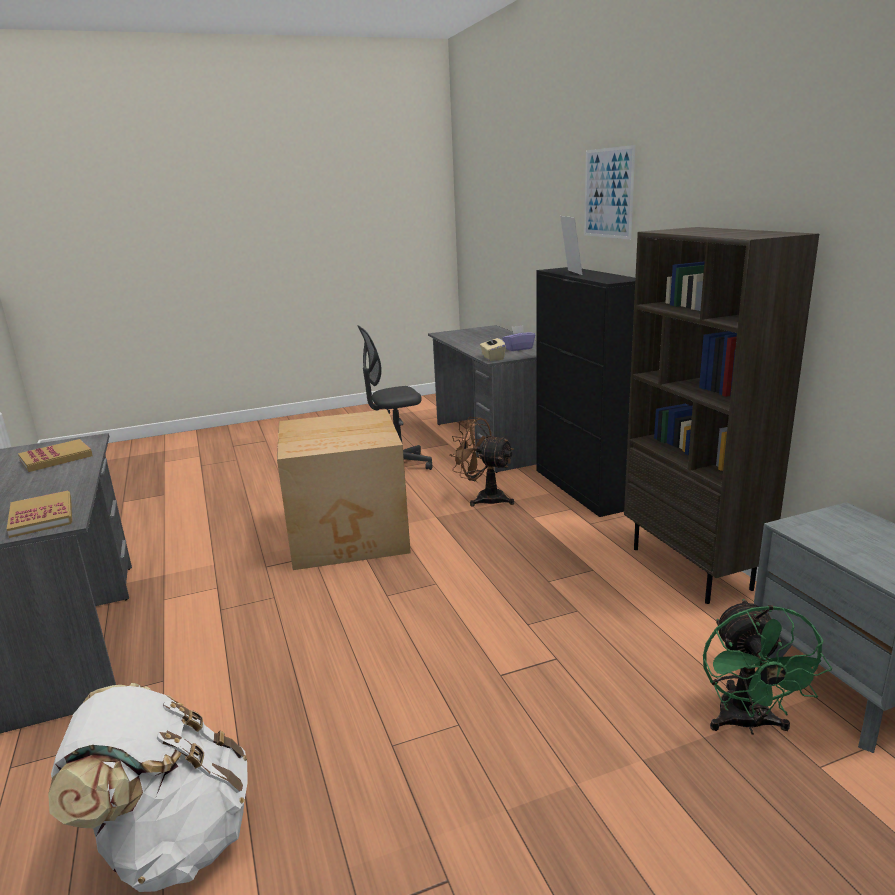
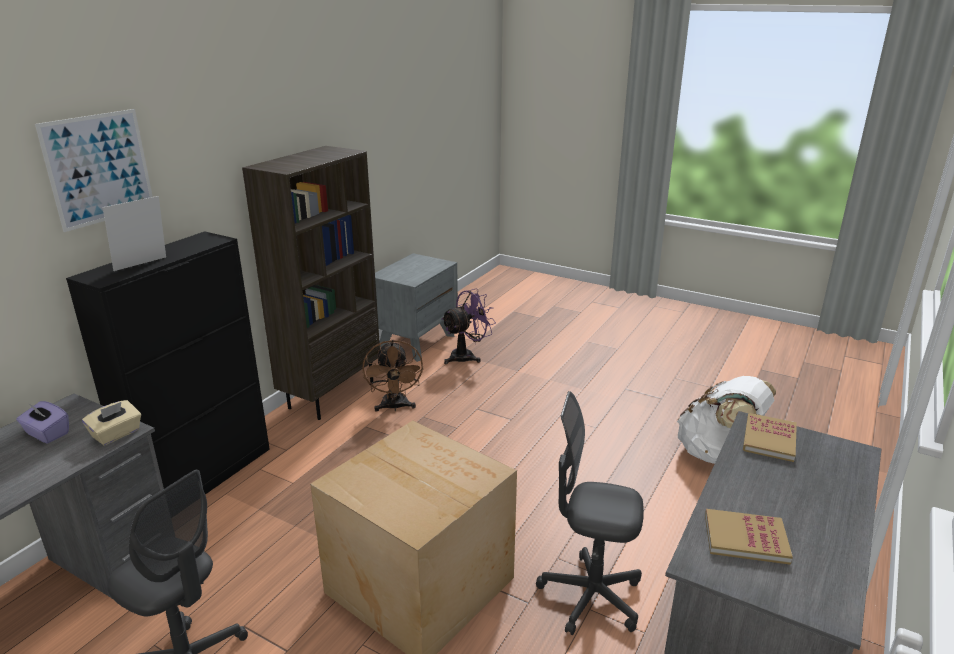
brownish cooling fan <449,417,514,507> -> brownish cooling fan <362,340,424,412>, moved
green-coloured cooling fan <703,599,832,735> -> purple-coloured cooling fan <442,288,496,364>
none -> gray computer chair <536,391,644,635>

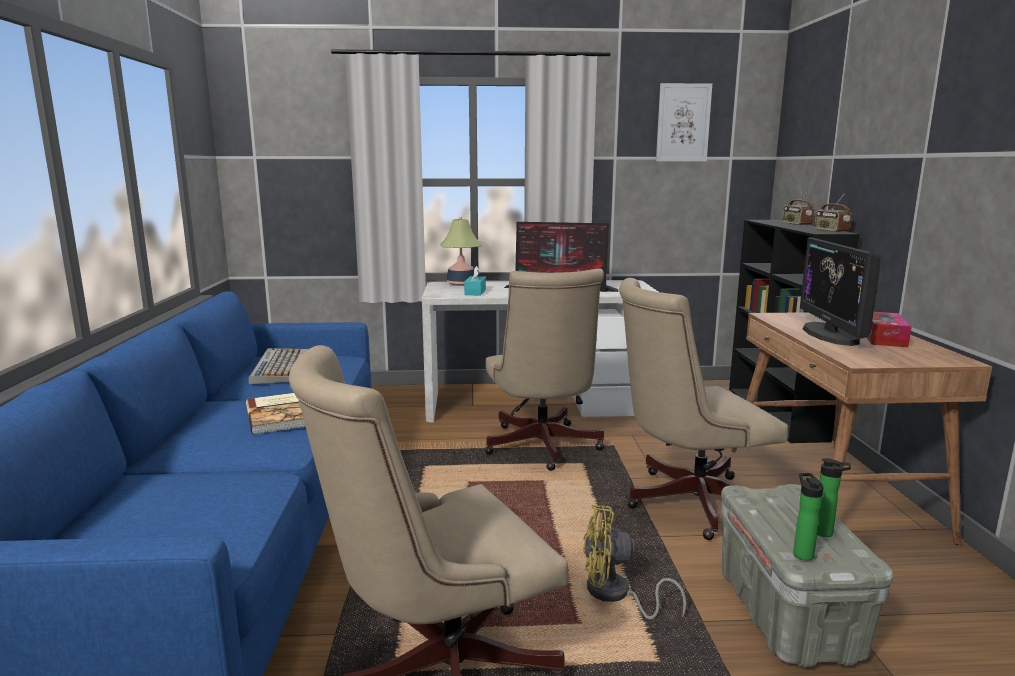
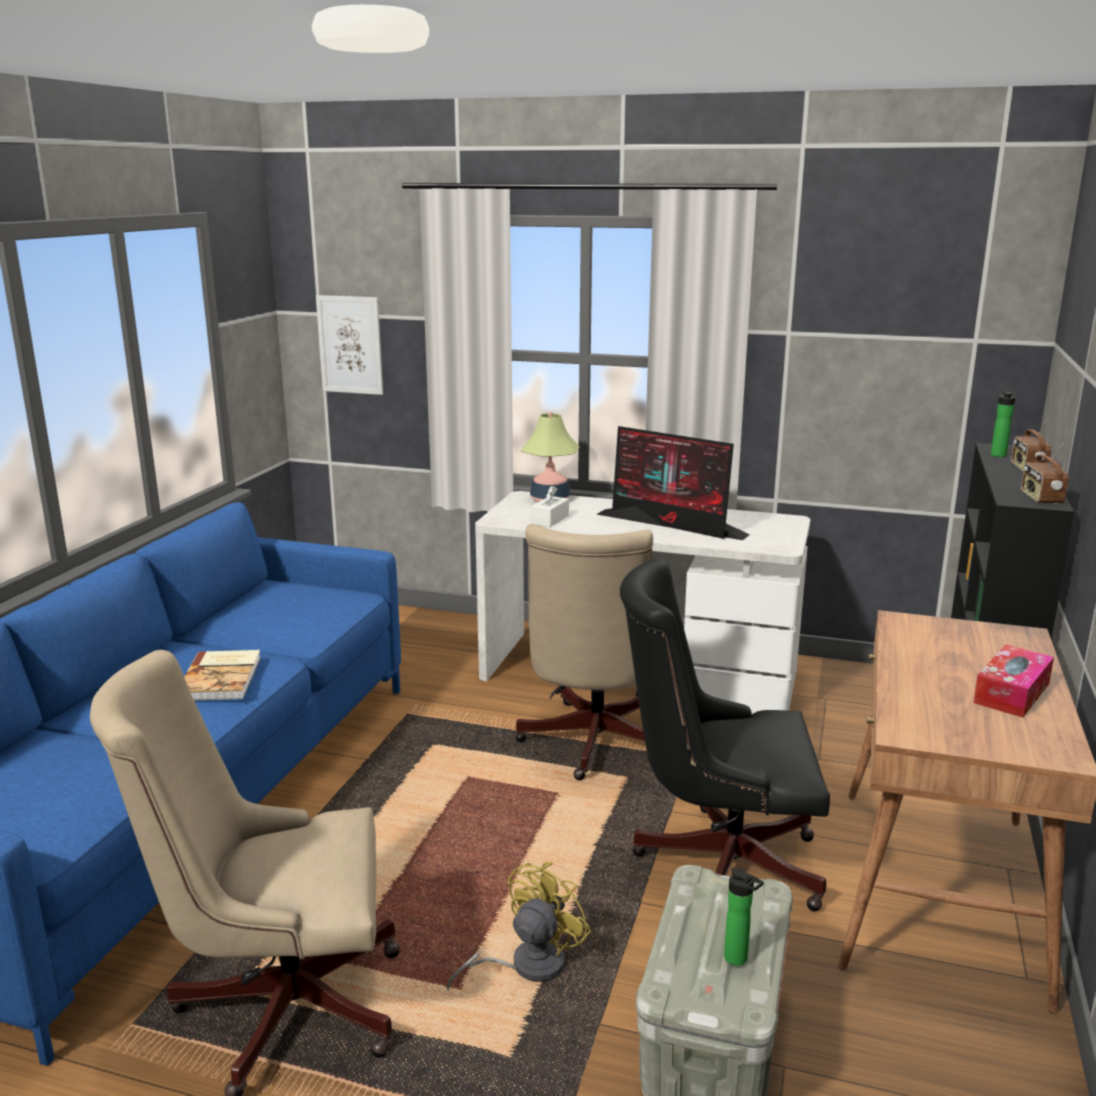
picture <656,83,712,162> -> picture <316,295,383,395>, moved
yellowish cooling fan <583,505,686,619> -> yellowish cooling fan <447,861,591,990>, 105 degrees clockwise
turquoise-coloured box of tissues <464,266,486,296> -> white-coloured box of tissues <531,486,569,527>
beige-coloured computer chair <619,278,788,540> -> black computer chair <620,558,830,911>
drink bottle <793,473,824,560> -> drink bottle <991,391,1015,457>, moved
PC keyboard <248,348,309,384> -> none
computer display <800,237,880,346> -> none

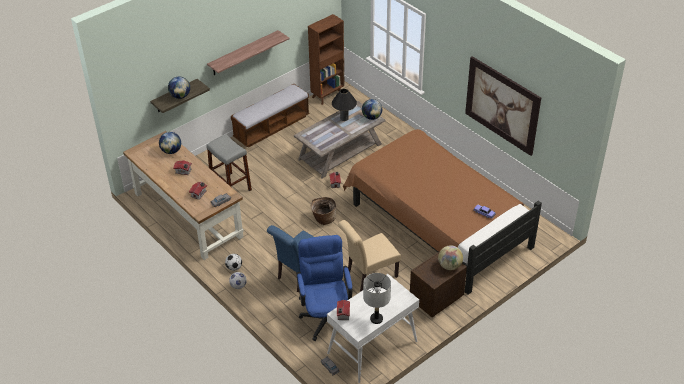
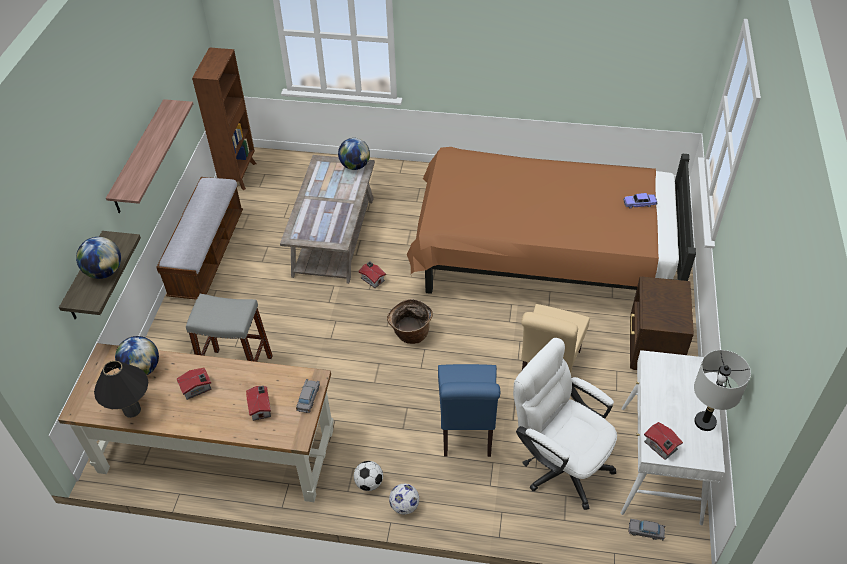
black tabletop lamp <332,89,357,121> -> black tabletop lamp <94,361,148,418>, moved
blue computer chair <296,235,353,341> -> white-coloured computer chair <513,338,617,510>
desk globe <438,245,463,270> -> none
picture <465,56,541,156> -> none

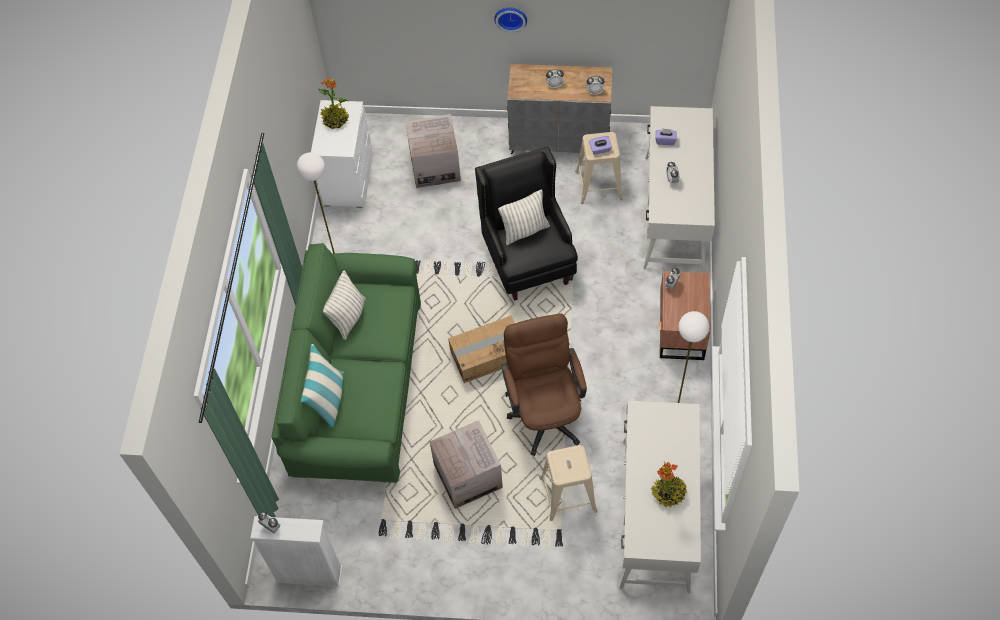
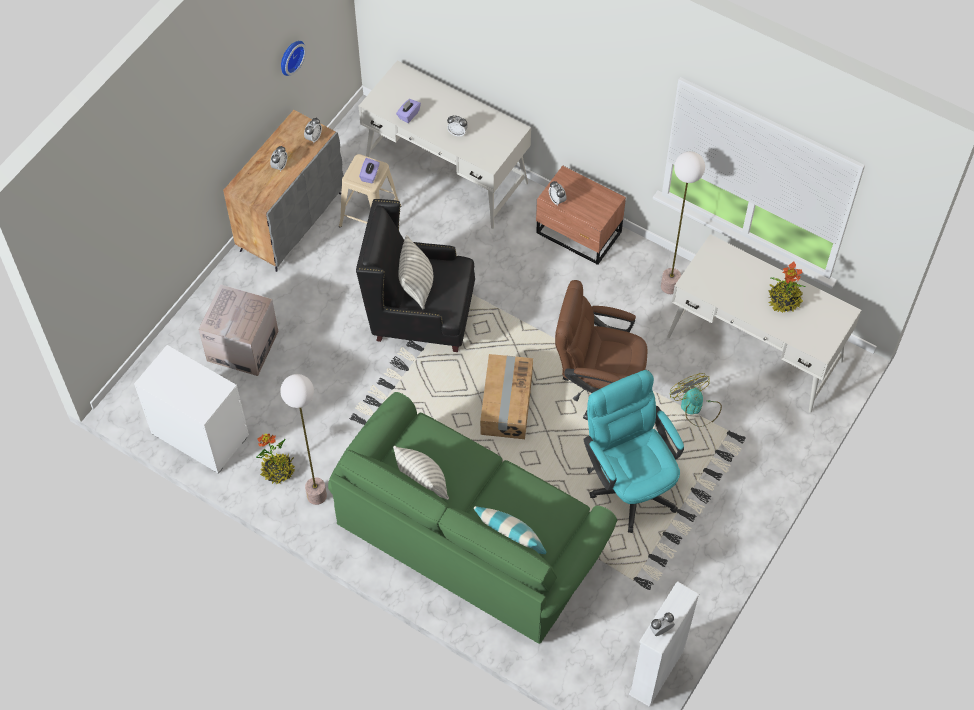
plant in a pot <318,78,349,129> -> plant in a pot <256,433,295,484>, moved
hanging clock <494,7,527,33> -> hanging clock <281,41,306,76>, moved
packing box <429,420,503,509> -> turquoise-coloured computer chair <583,370,684,533>
beige-coloured sitting stool <540,445,597,521> -> cooling fan <670,373,722,427>

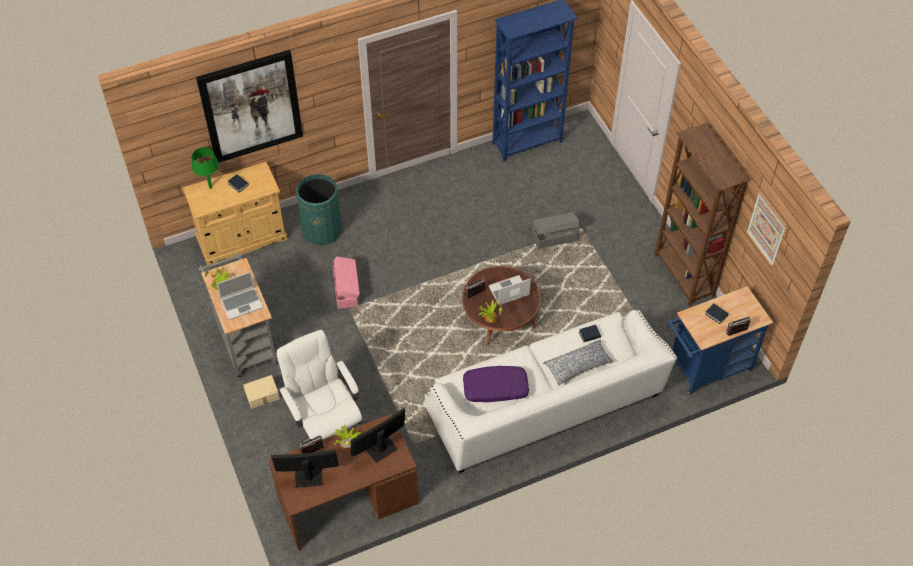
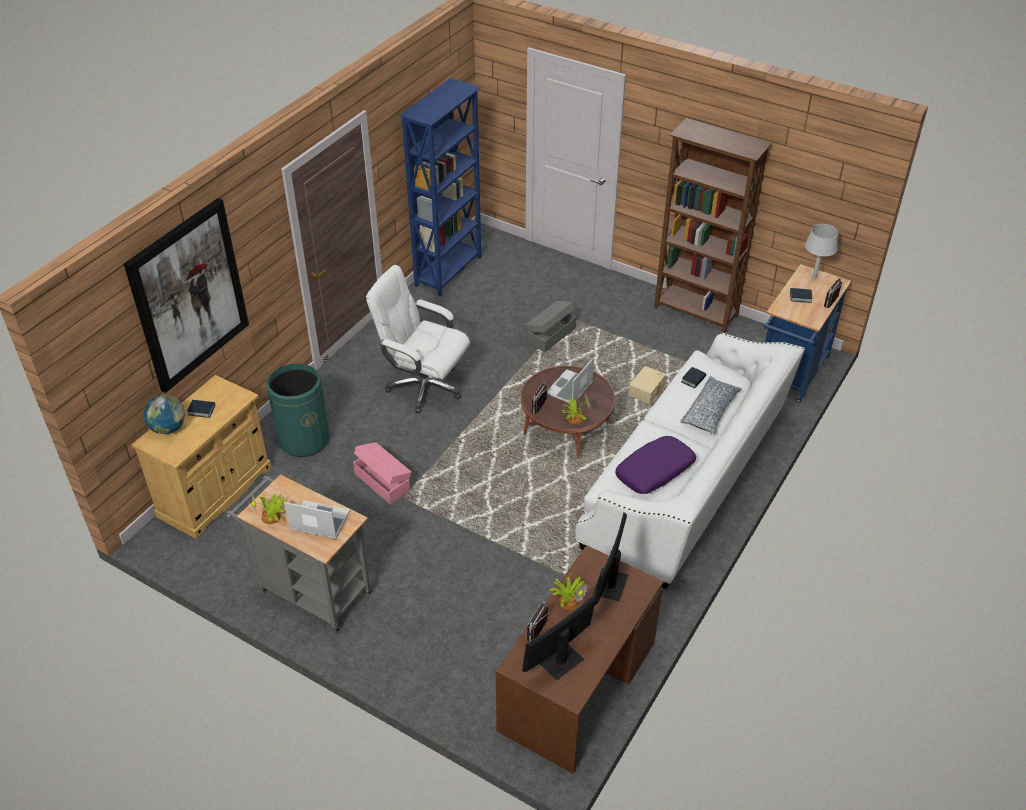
green-coloured tabletop lamp <192,147,219,189> -> desk globe <144,395,185,434>
notebook computer <216,272,263,320> -> notebook computer <284,500,350,539>, 105 degrees counterclockwise
white-coloured computer chair <277,330,362,448> -> white-coloured computer chair <366,265,470,413>, moved
beige-coloured storage box <243,375,280,409> -> beige-coloured storage box <628,366,666,404>, moved
none -> gray tabletop lamp <805,224,838,280>
picture <746,191,787,266> -> none

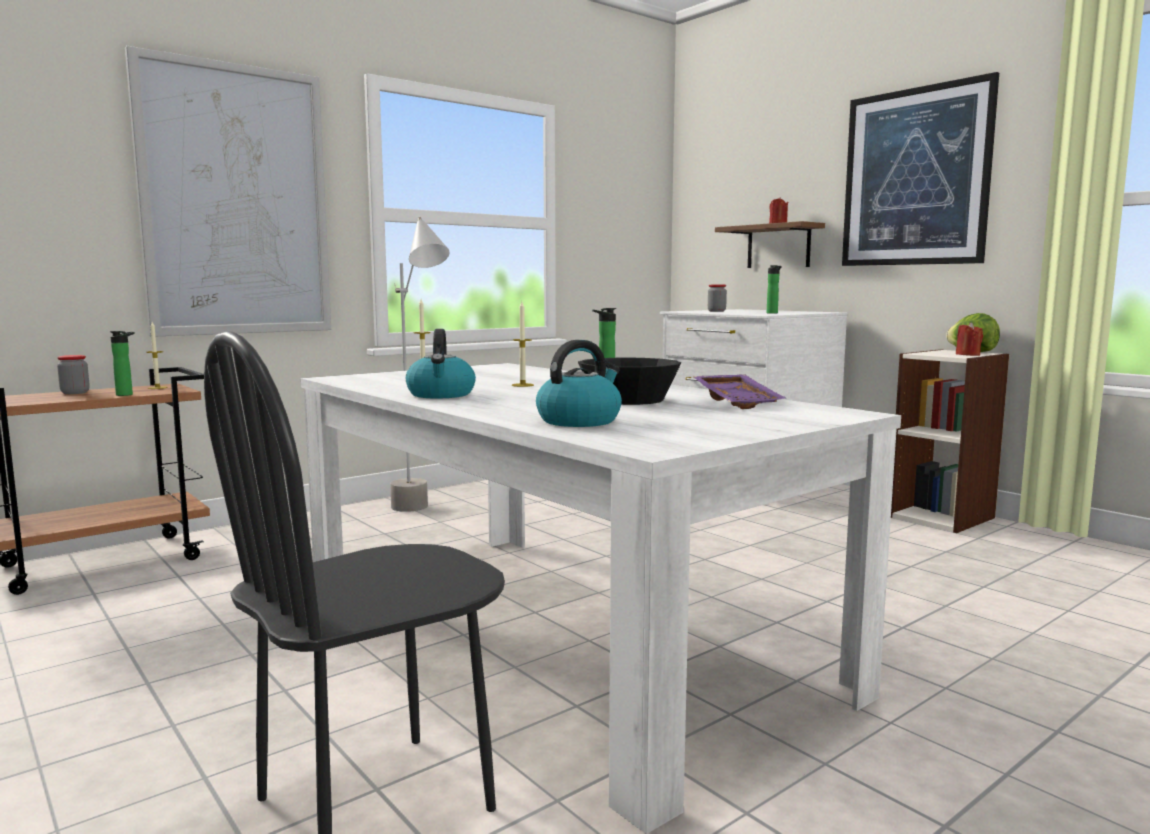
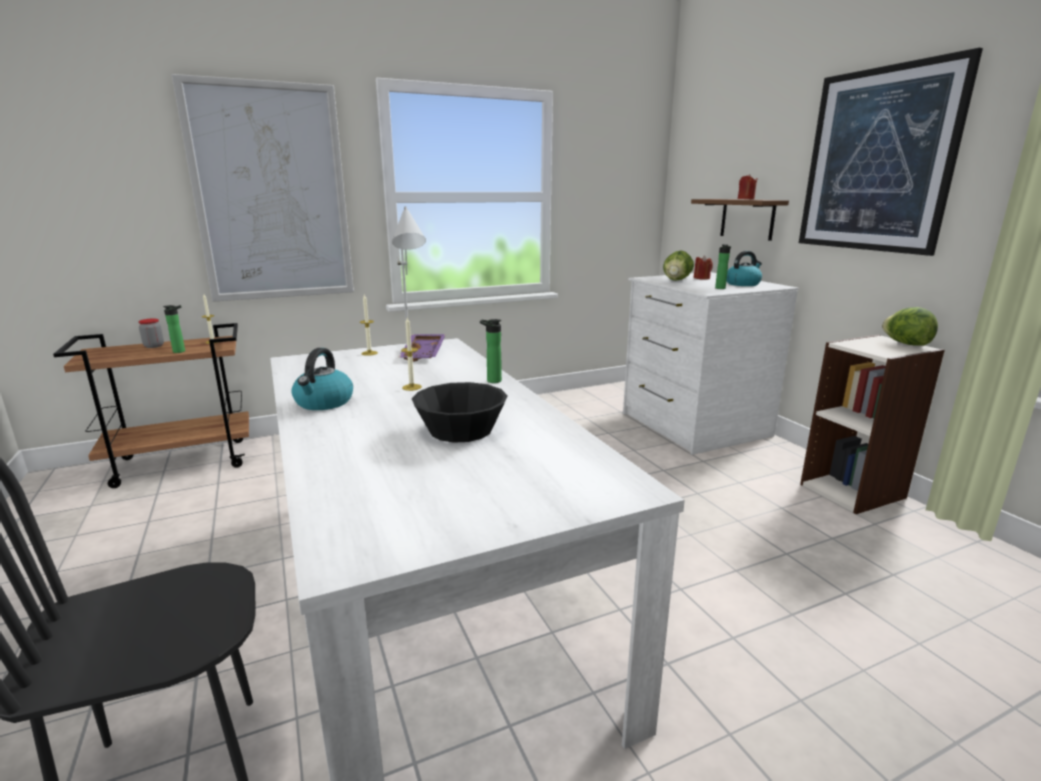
purple-coloured serving tray <693,374,786,409> -> purple-coloured serving tray <399,334,446,362>, moved
jar <708,284,727,312> -> lettuce head <663,251,694,281>
reddish wax light <956,322,983,356> -> reddish wax light <693,255,713,280>, moved
tea kettle <536,340,622,427> -> tea kettle <727,251,762,286>, moved

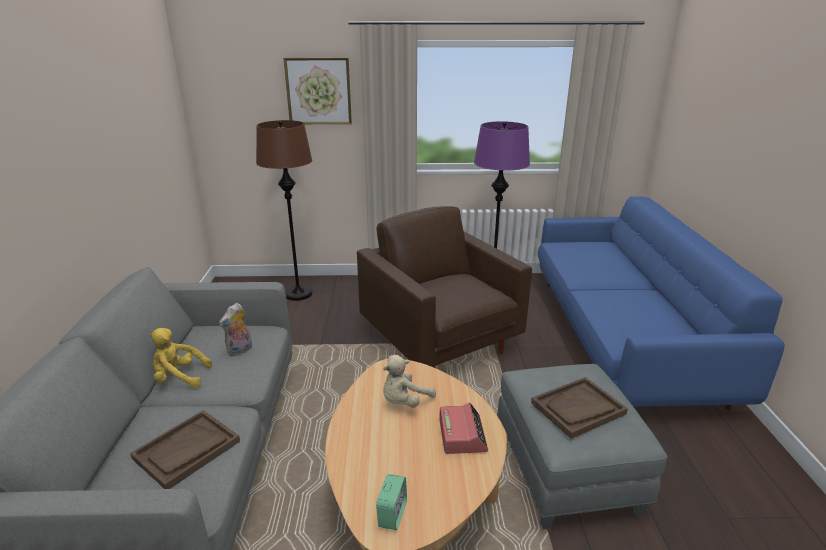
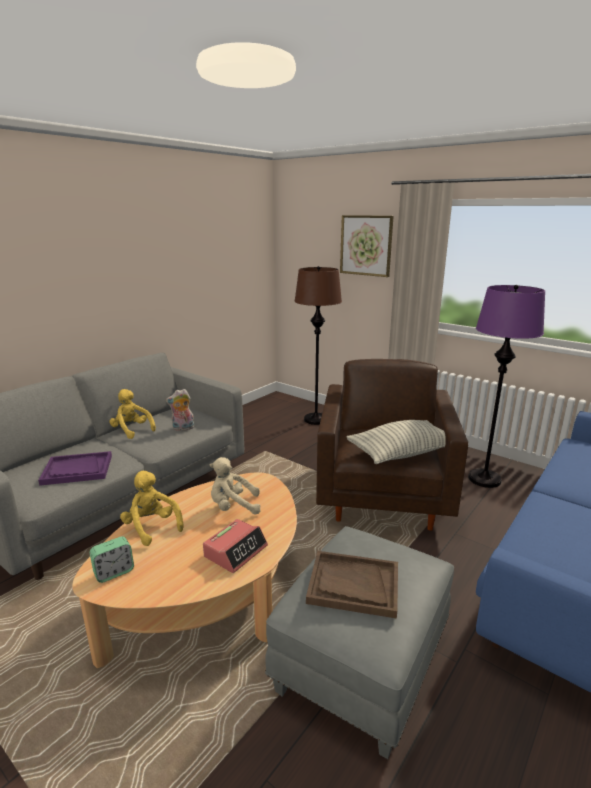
brownish serving tray <130,410,240,489> -> purple-coloured serving tray <38,451,112,486>
none -> yellowish plush toy <120,471,184,546>
none -> throw pillow <347,420,446,464>

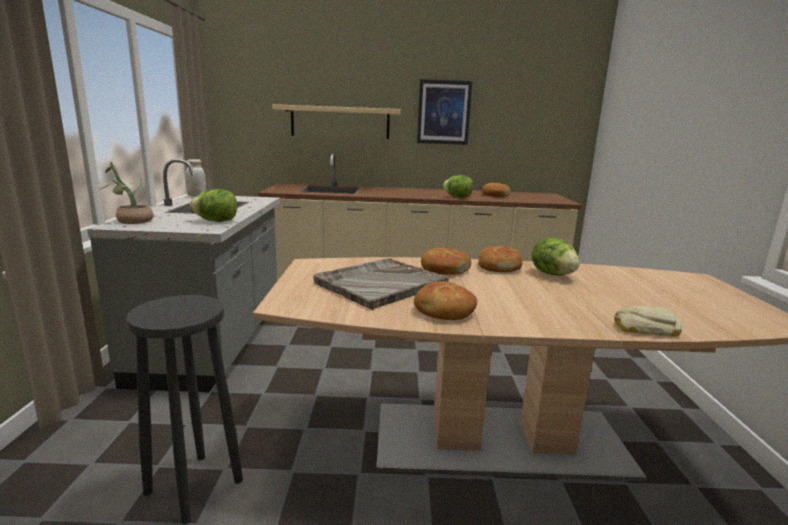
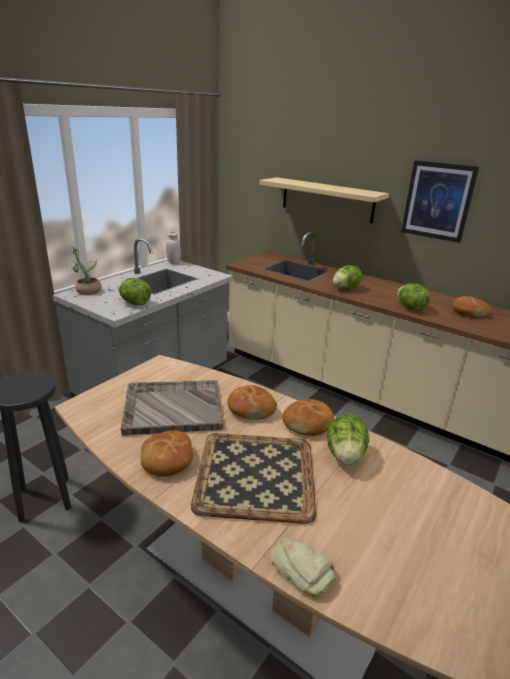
none -> serving tray <191,433,316,524>
none -> lettuce head <333,265,362,289>

